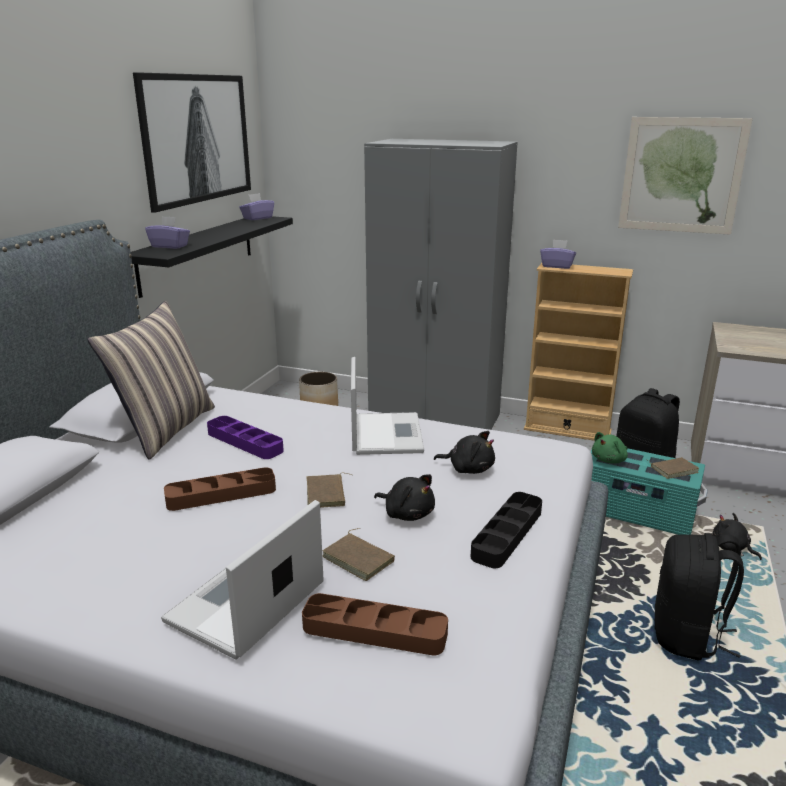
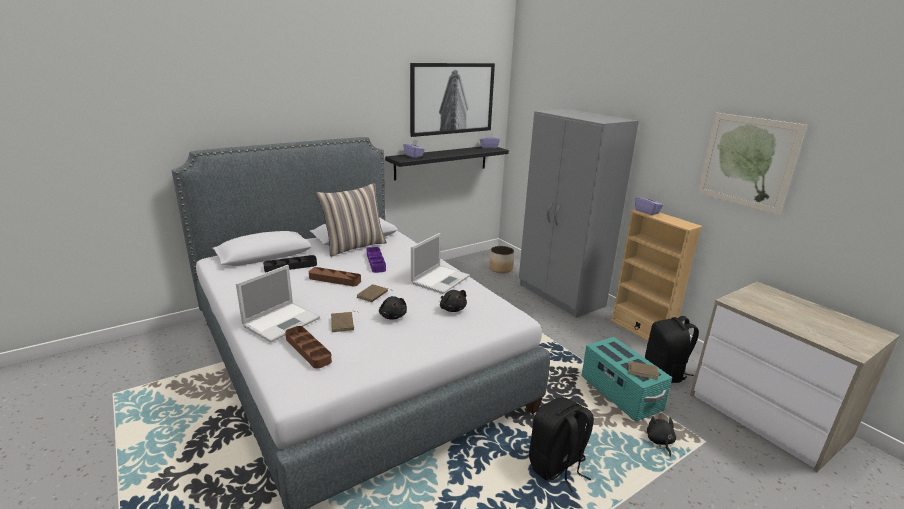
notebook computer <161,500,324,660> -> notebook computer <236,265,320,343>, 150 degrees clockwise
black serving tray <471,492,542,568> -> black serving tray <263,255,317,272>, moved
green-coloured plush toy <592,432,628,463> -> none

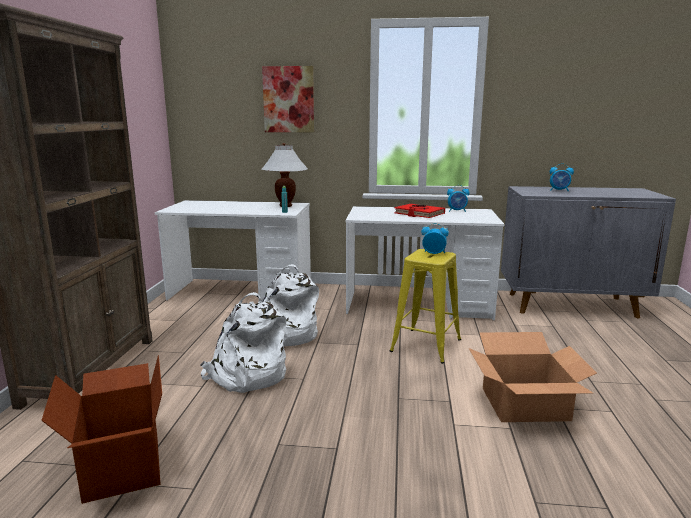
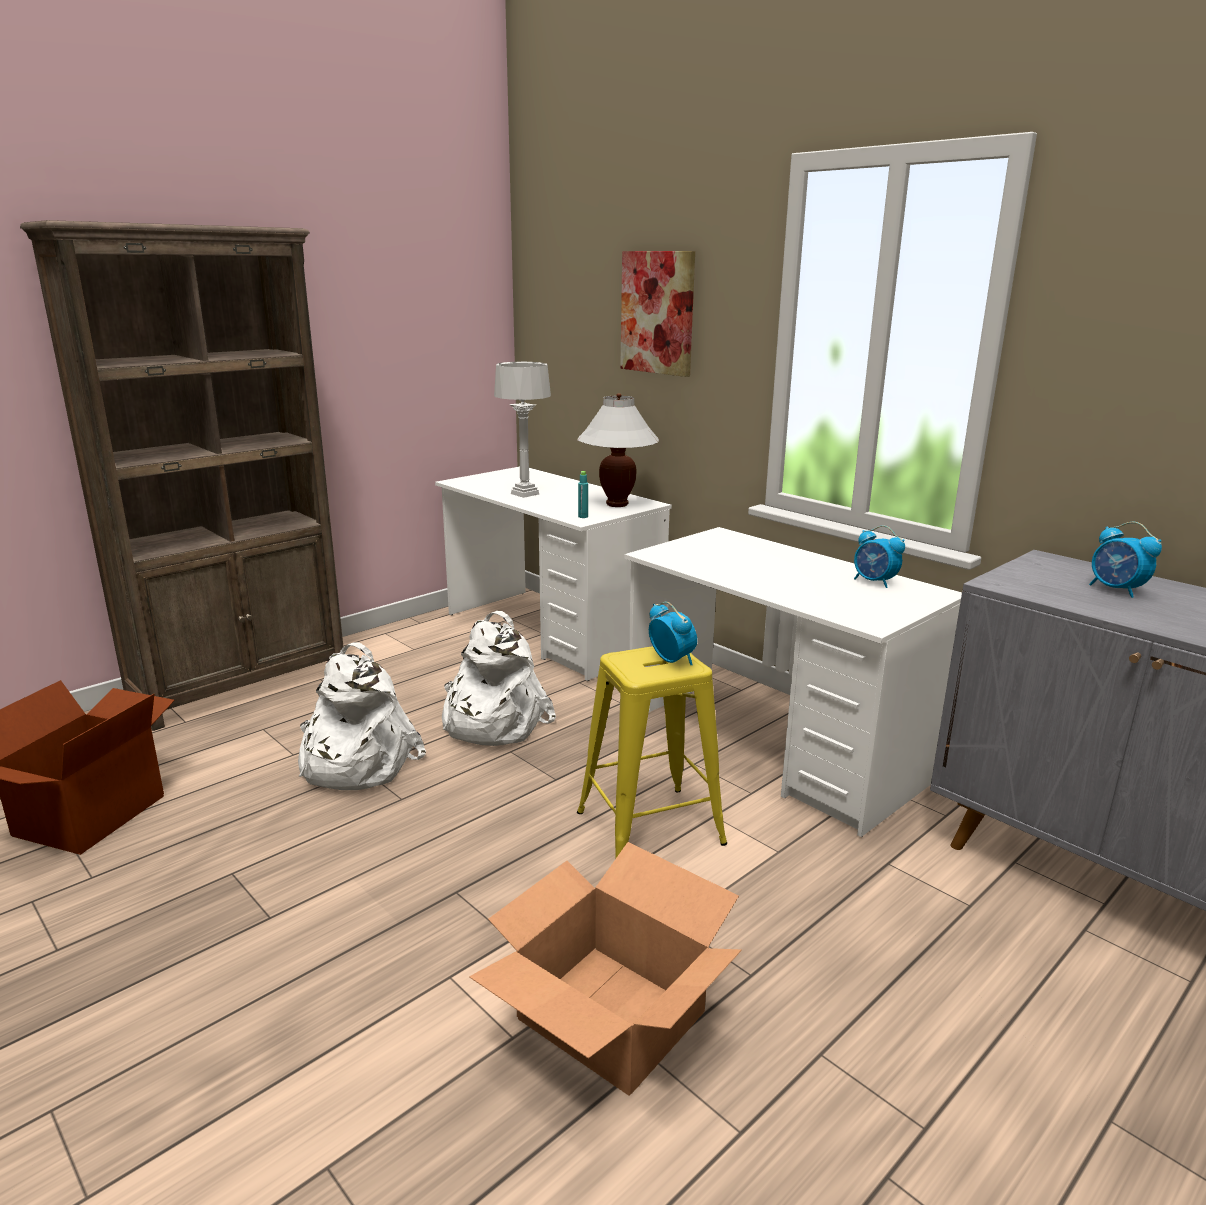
none -> gray tabletop lamp <494,362,551,498>
reddish volume <394,204,445,218> -> none

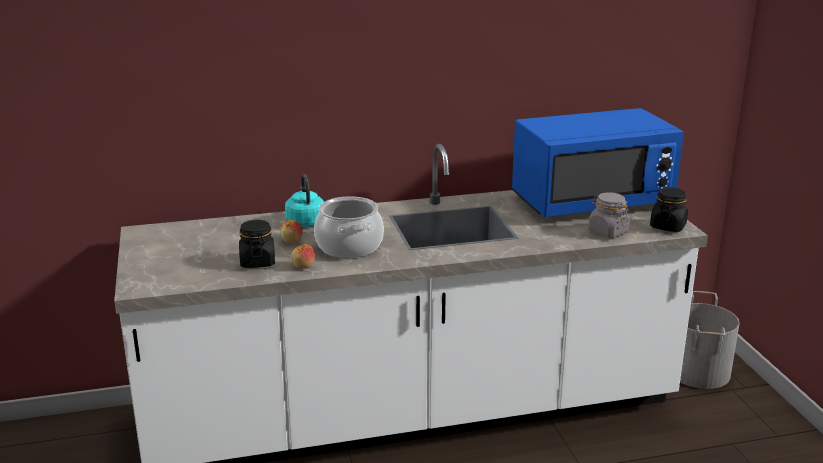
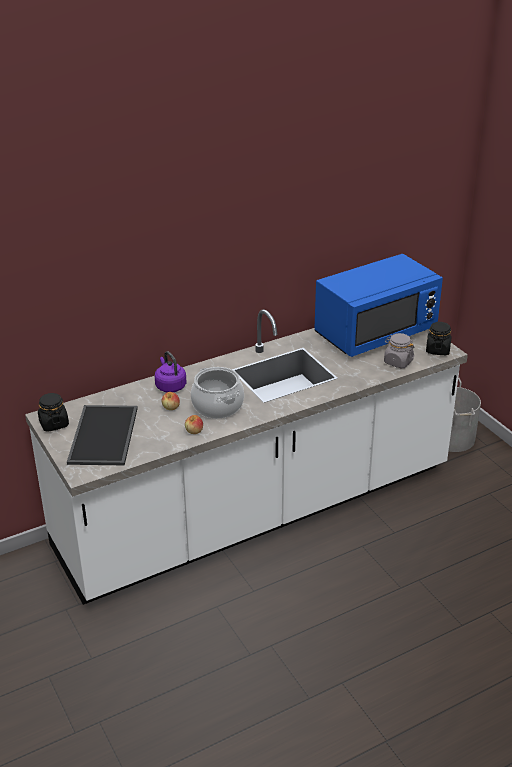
black jar <239,220,275,268> -> black jar <38,393,69,432>, moved
none -> serving tray <67,405,138,465>
turquoise-coloured tea kettle <285,174,324,227> -> purple-coloured tea kettle <155,351,186,392>

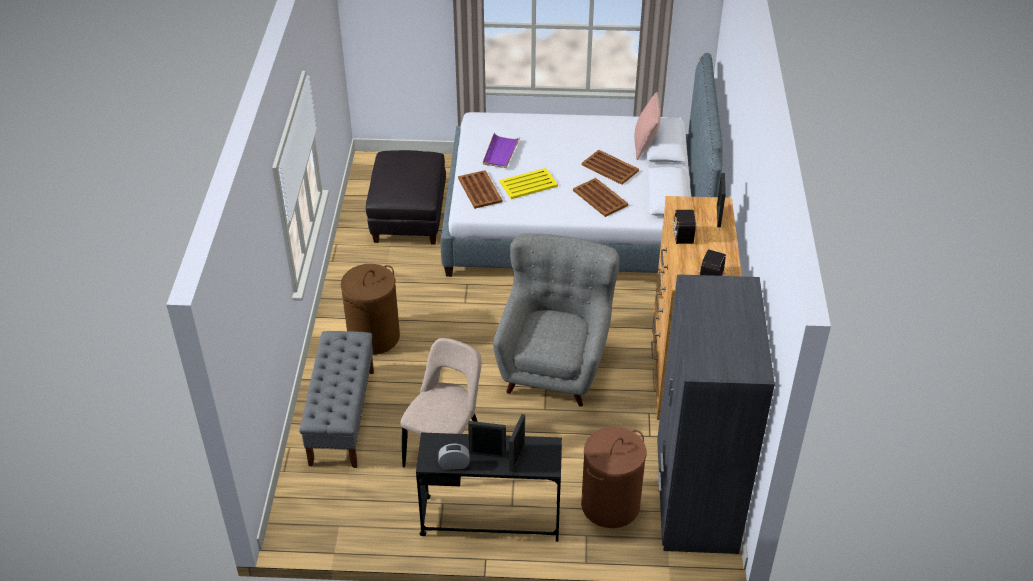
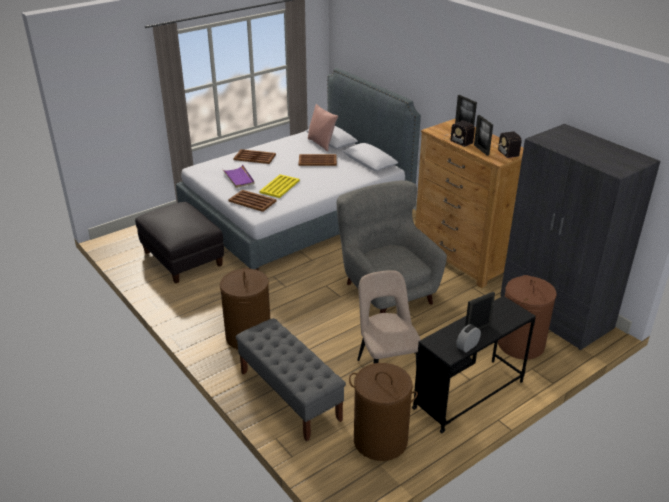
brownish serving tray <573,178,628,217> -> brownish serving tray <233,149,276,164>, moved
none -> brownish washing basket <349,363,418,461>
picture frame <509,414,525,472> -> picture frame <474,115,493,156>, moved

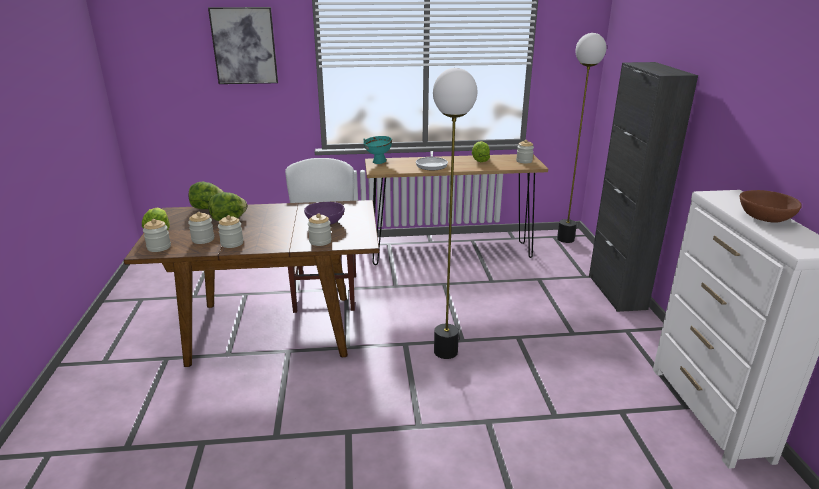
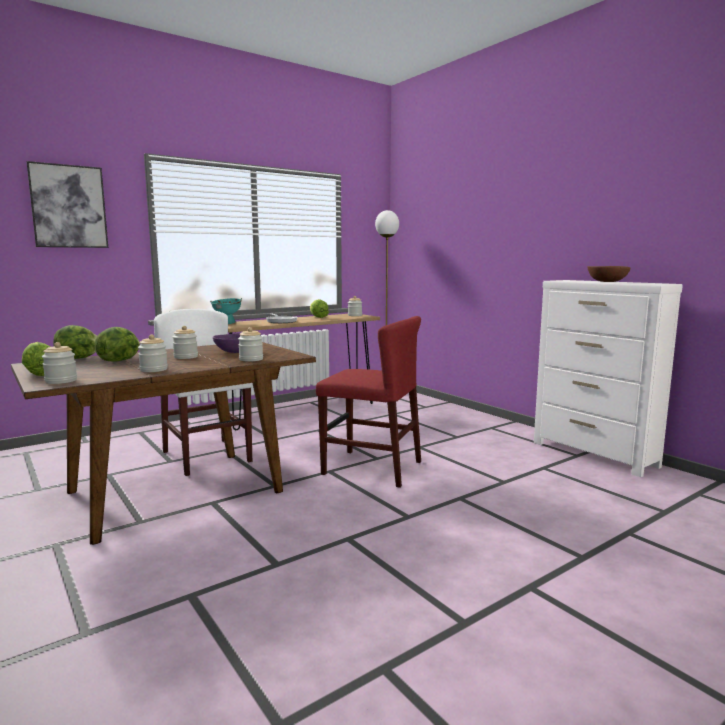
jar <188,212,214,244> -> jar <173,326,198,359>, moved
standard lamp <433,68,477,359> -> reddish upright chair <316,316,421,488>
black cabinet <589,62,698,312> -> none

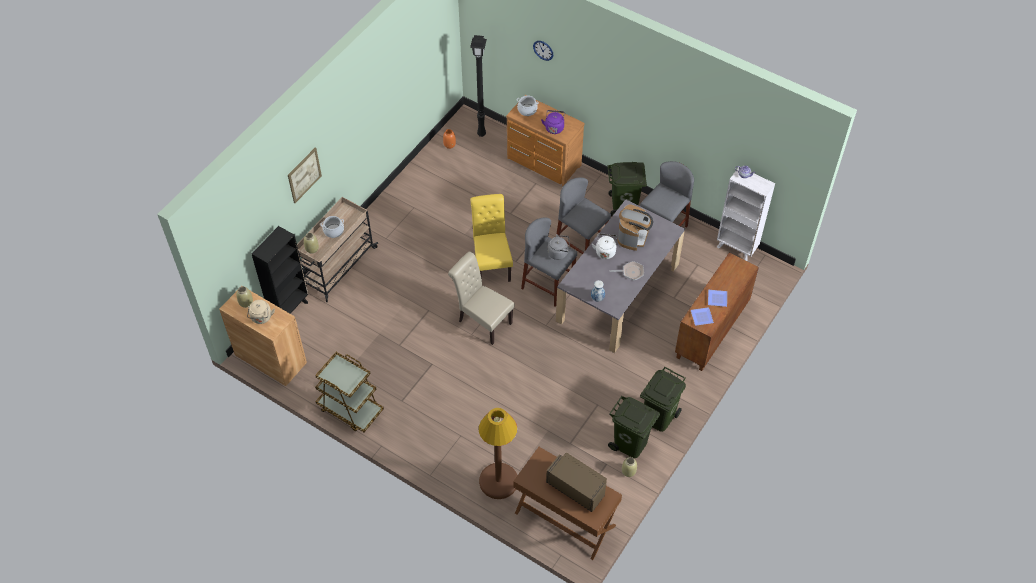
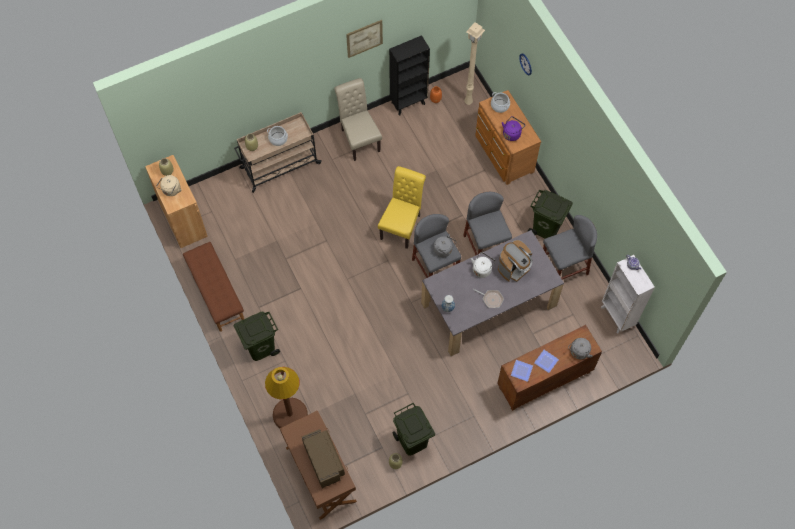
brownish cart <315,352,384,432> -> brownish indoor bench <183,242,244,332>
green-coloured waste bin <640,367,686,432> -> green-coloured waste bin <234,312,280,361>, moved
beige-coloured upright chair <448,252,515,345> -> beige-coloured upright chair <334,78,382,161>, moved
picture <288,148,322,203> -> picture <346,20,383,58>, moved
black bookcase <252,226,308,314> -> black bookcase <389,35,430,115>, moved
black standard lamp <470,35,487,137> -> beige-coloured standard lamp <464,22,485,105>
none -> gray tea kettle <568,338,593,359>

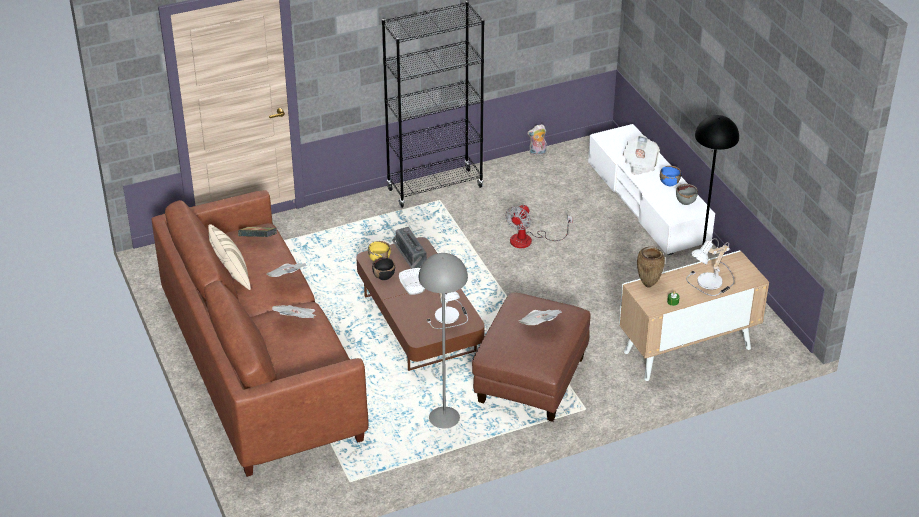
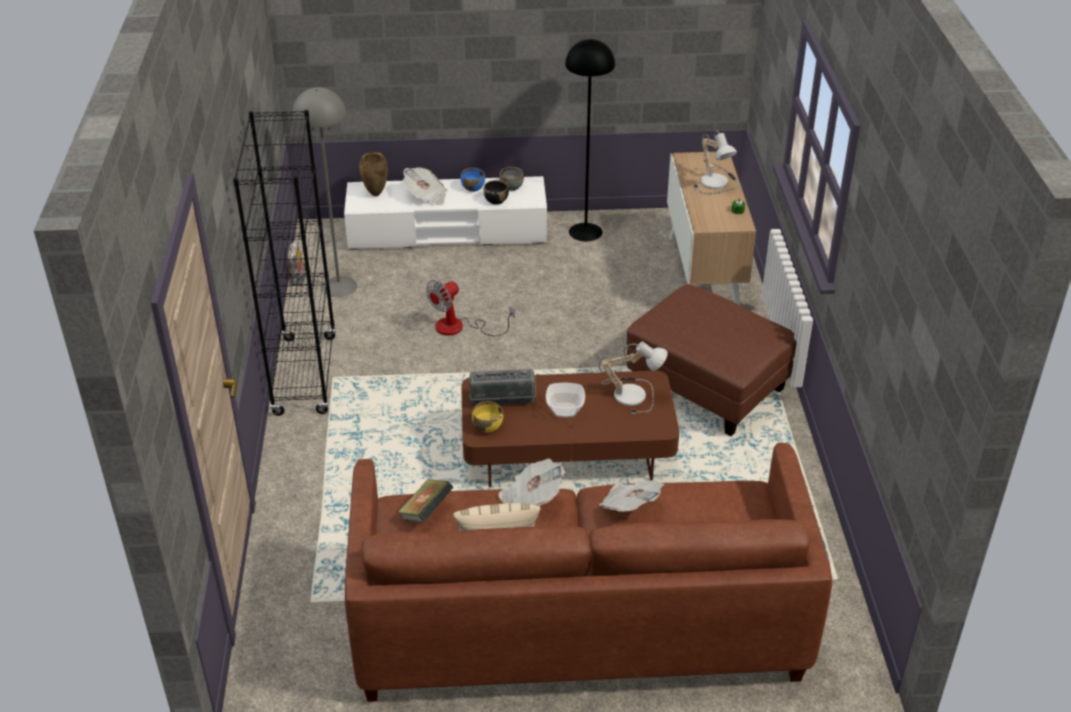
gray standard lamp <419,253,468,428> -> gray standard lamp <292,87,357,297>, moved
brownish vase <637,247,665,287> -> brownish vase <359,152,388,196>, moved
cooling fan <505,204,573,248> -> cooling fan <426,280,515,336>, 90 degrees clockwise
black serving bowl <372,257,395,280> -> black serving bowl <484,180,509,205>, moved
daily paper <518,310,562,325> -> none

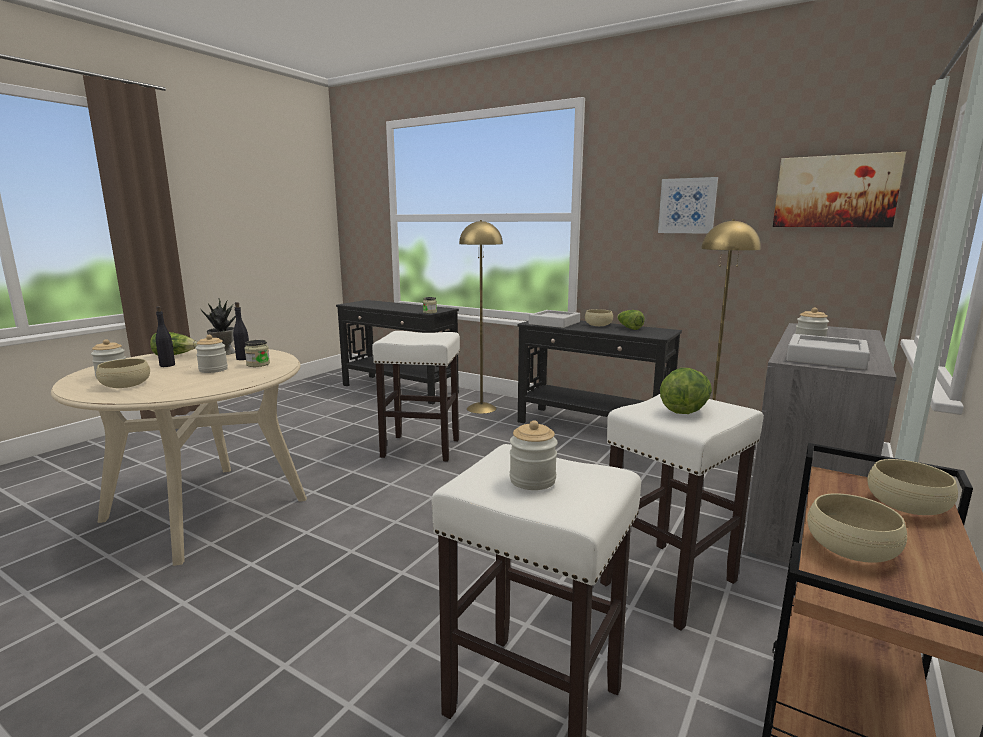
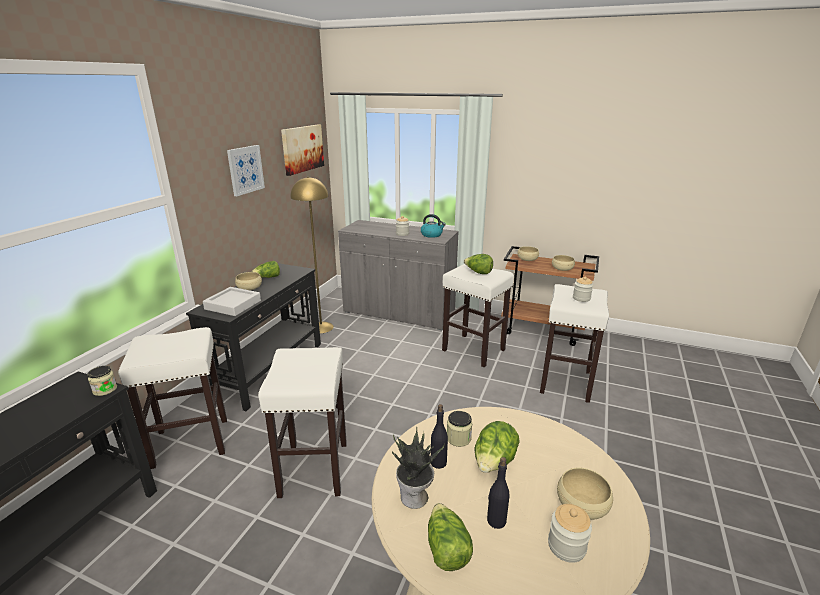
yellowish standard lamp <459,220,503,414> -> white-coloured sitting stool <118,327,227,469>
gray serving tray <786,334,870,370> -> tea kettle <421,214,446,238>
jar <195,335,228,373> -> lettuce head <475,421,520,473>

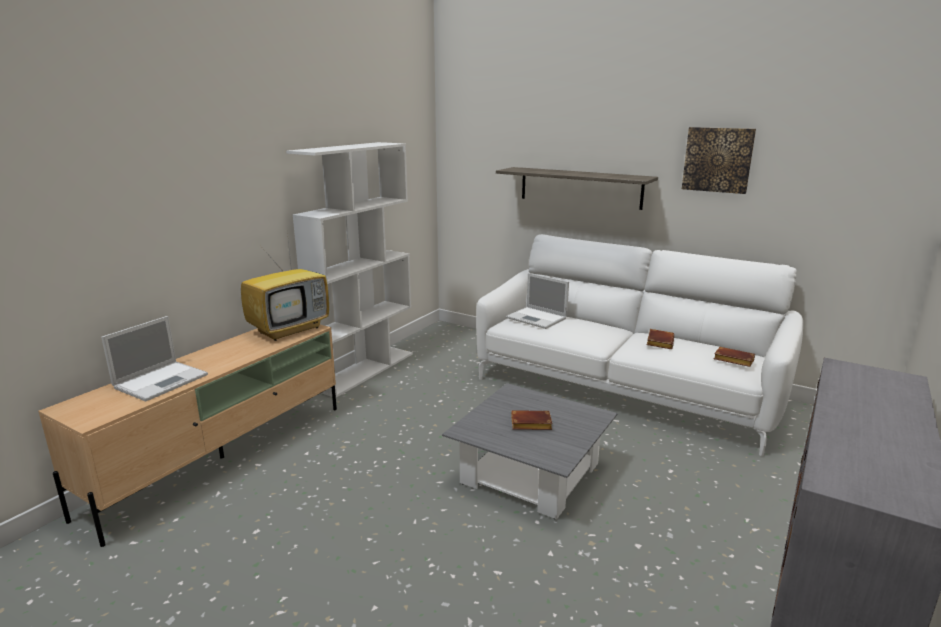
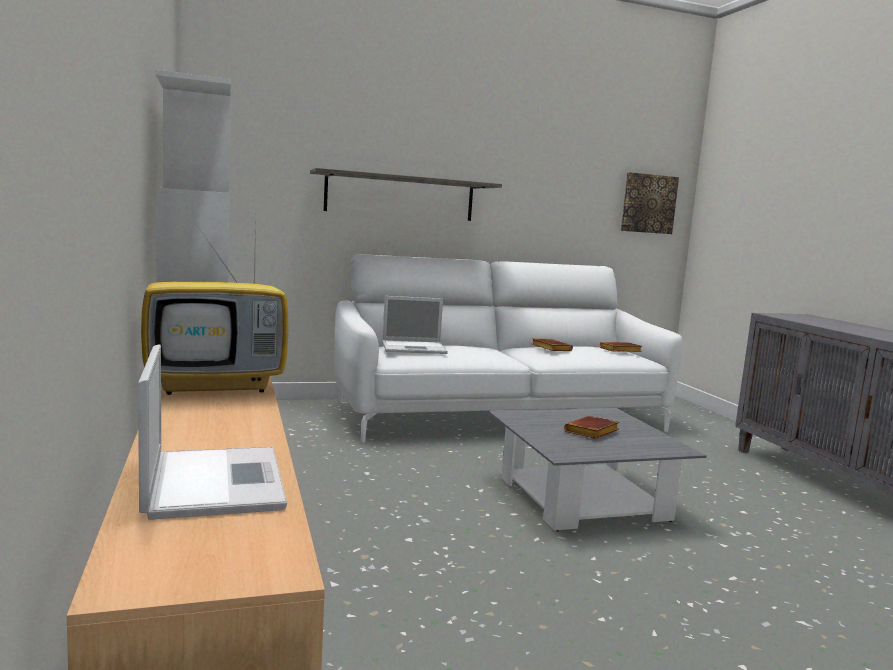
TV <241,232,329,341> -> TV <141,224,289,395>, 75 degrees clockwise
picture <682,127,756,194> -> picture <621,172,679,234>, moved

